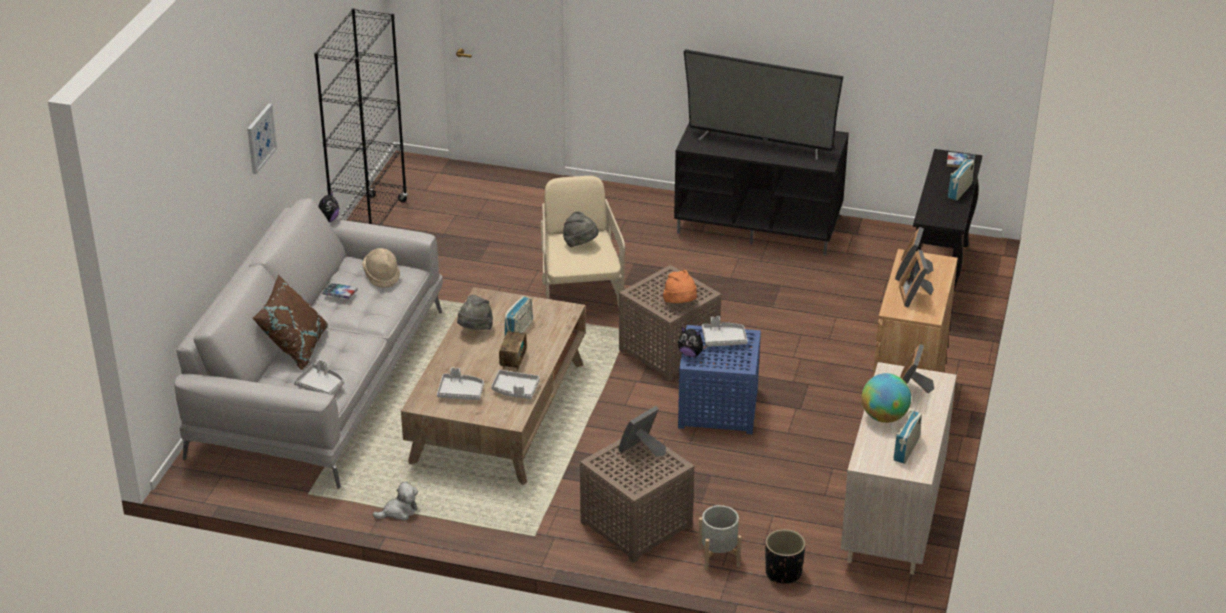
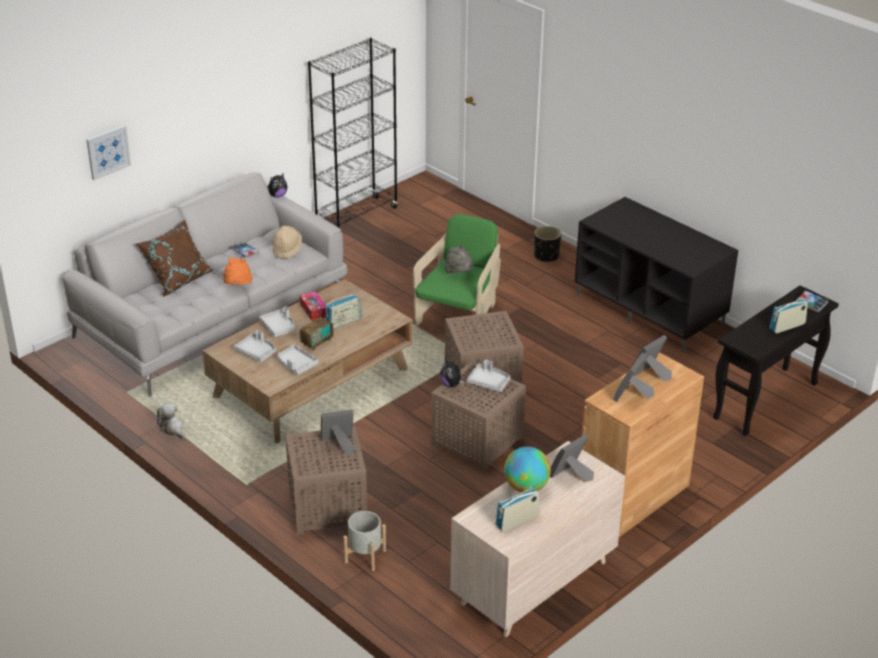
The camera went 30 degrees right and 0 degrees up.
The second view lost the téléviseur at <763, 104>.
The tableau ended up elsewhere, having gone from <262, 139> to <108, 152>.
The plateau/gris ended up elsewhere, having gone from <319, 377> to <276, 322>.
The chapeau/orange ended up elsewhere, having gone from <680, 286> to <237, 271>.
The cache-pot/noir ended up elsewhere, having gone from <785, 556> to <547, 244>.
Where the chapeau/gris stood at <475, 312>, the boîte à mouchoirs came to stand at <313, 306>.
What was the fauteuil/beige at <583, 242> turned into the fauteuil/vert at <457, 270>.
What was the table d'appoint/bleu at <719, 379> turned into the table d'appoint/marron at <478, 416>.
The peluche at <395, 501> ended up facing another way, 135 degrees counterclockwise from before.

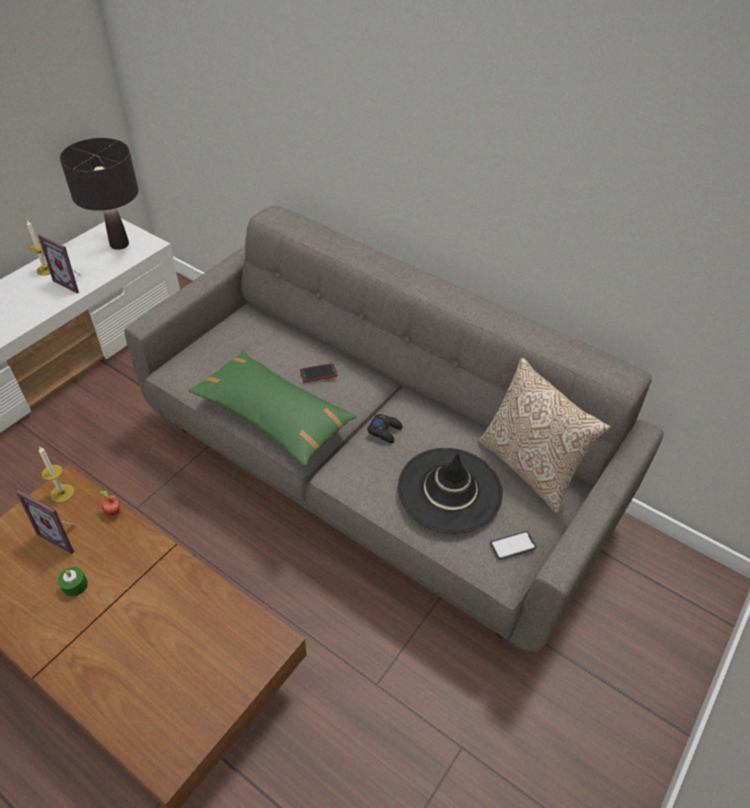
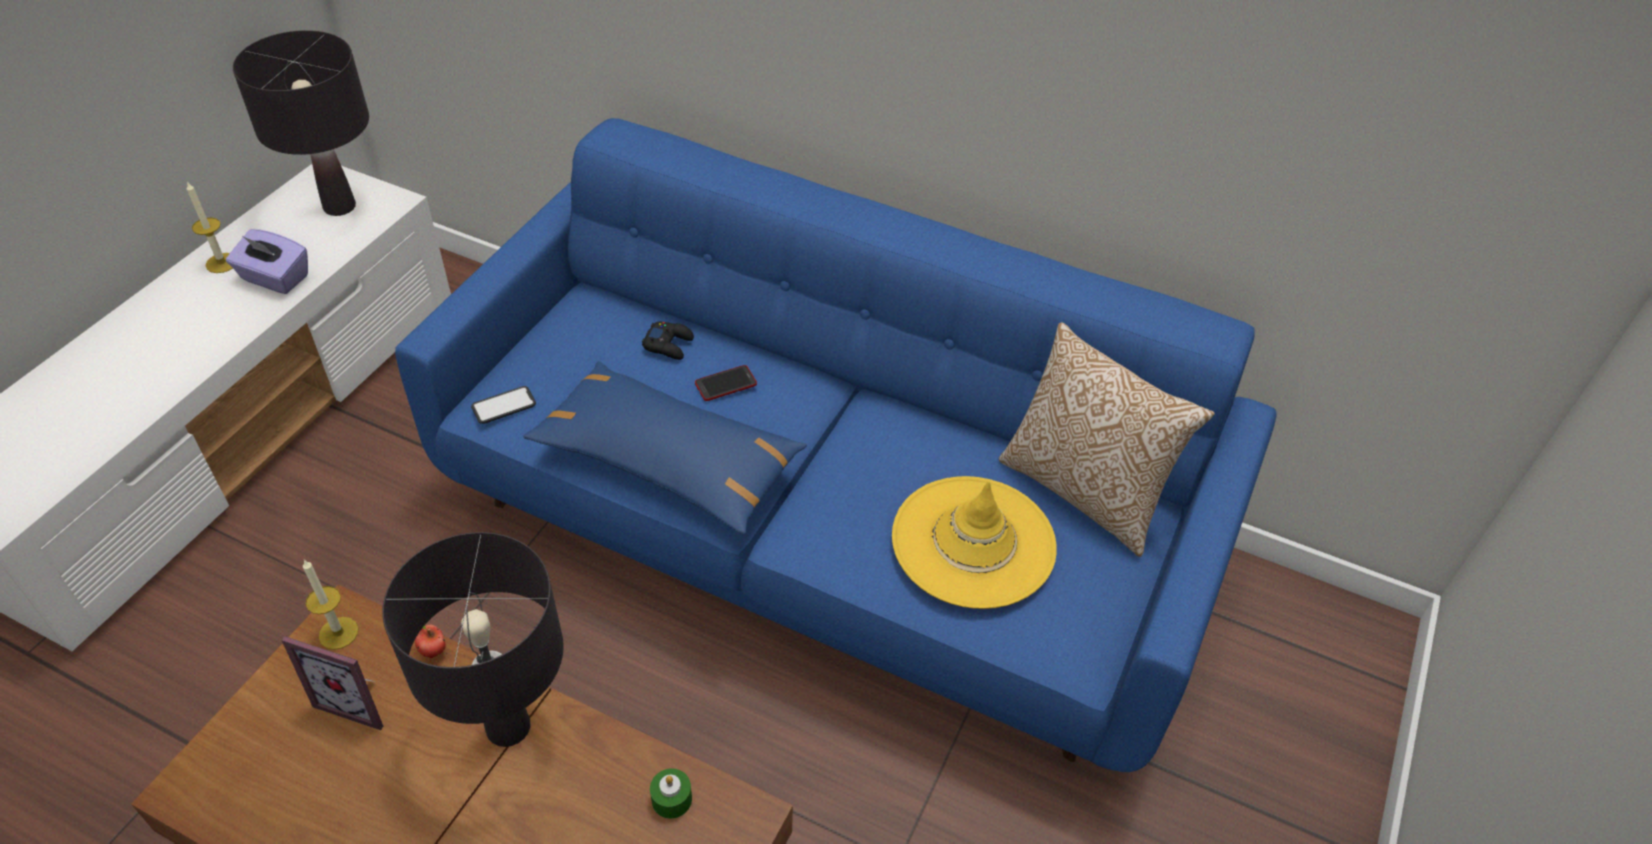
The camera went 10 degrees left and 0 degrees up.
The second view gained the lampe de table/noir at <473, 639>.
The bougie/vert ended up elsewhere, having gone from <73, 582> to <671, 793>.
The manette/noir ended up elsewhere, having gone from <385, 428> to <668, 341>.
The téléphone ended up elsewhere, having gone from <513, 545> to <503, 405>.
Where the cadre photo stood at <60, 264>, the boîte à mouchoirs/violet came to stand at <267, 261>.
What was the canapé/gris at <393, 428> turned into the canapé/bleu at <835, 445>.
What was the coussin/vert at <272, 408> turned into the coussin/bleu at <665, 448>.
What was the chapeau/noir at <450, 491> turned into the chapeau/jaune at <974, 542>.

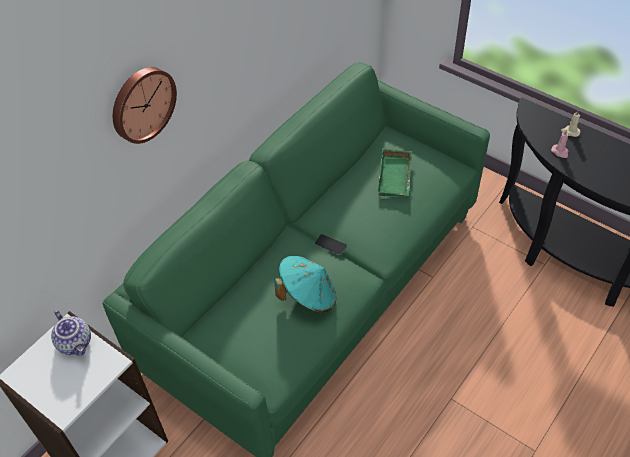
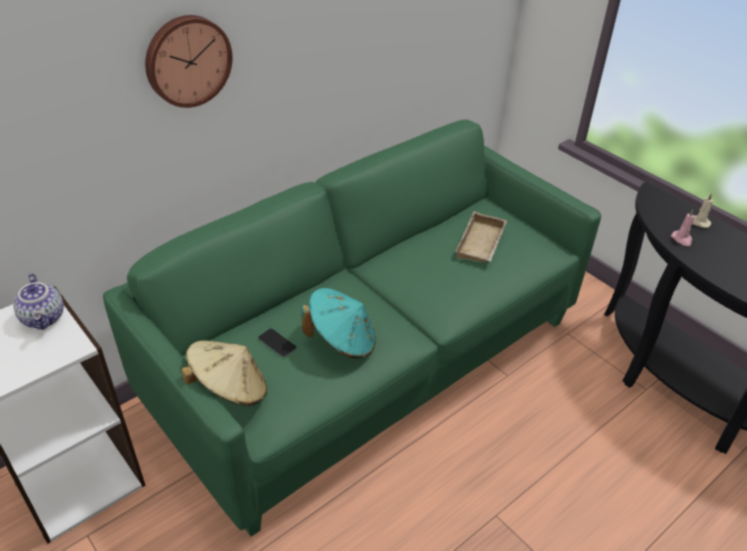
The camera went 10 degrees right and 10 degrees down.
The second view gained the chapeau/beige at <224, 373>.
The téléphone ended up elsewhere, having gone from <331, 244> to <277, 342>.
What was the plateau/vert at <394, 172> turned into the plateau/beige at <481, 237>.

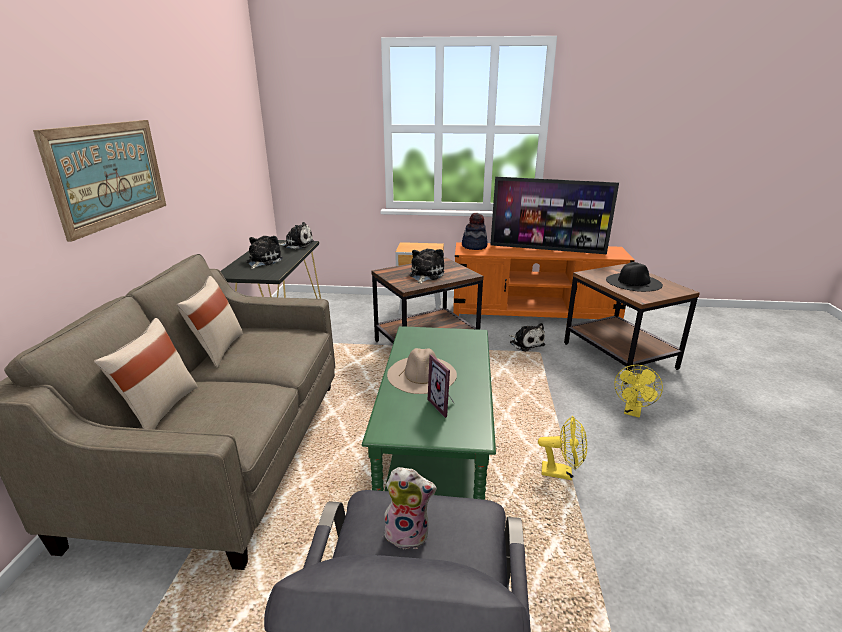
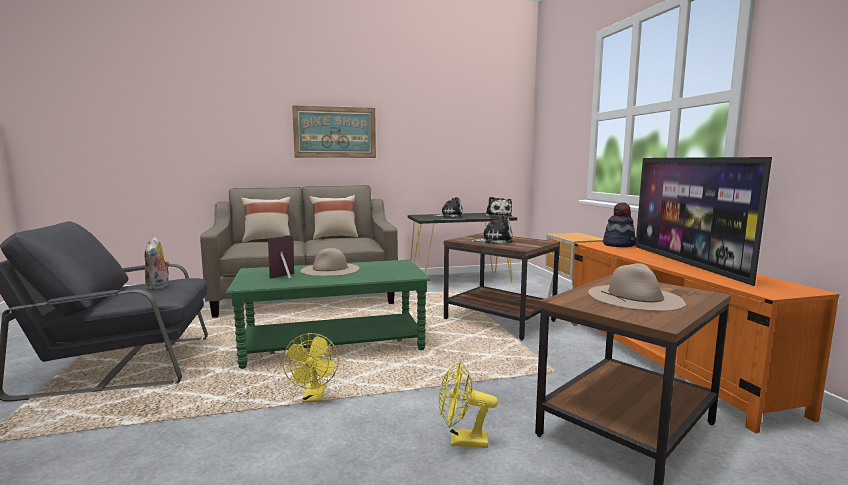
The camera went 70 degrees right and 15 degrees down.
The second view lost the peluche at <527, 337>.
What was the chapeau/noir at <634, 277> turned into the chapeau/beige at <637, 287>.

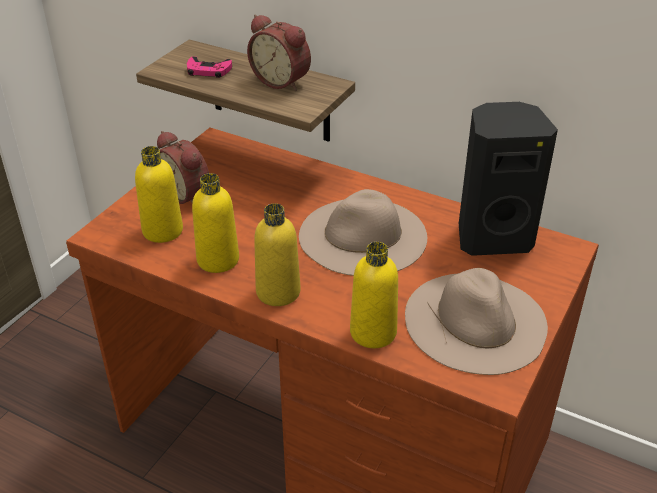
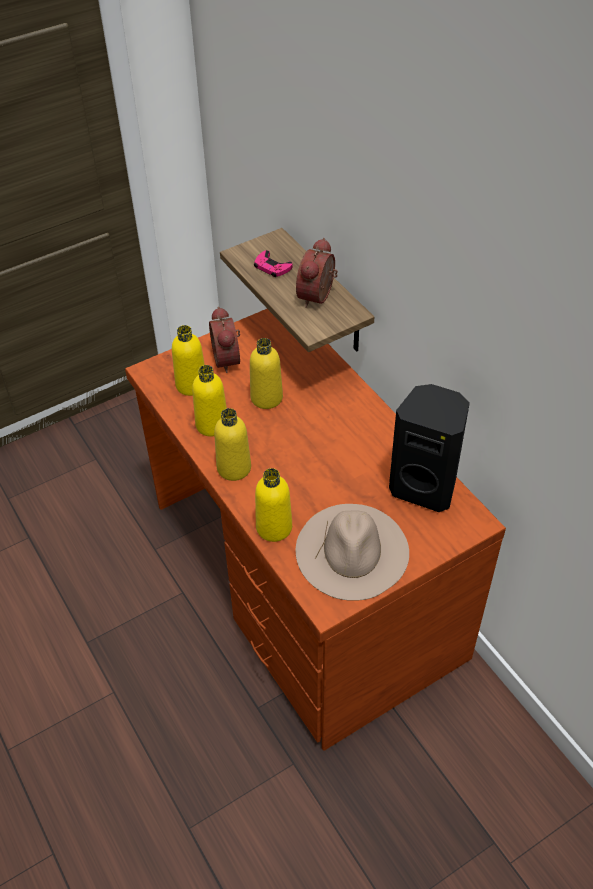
The camera went 30 degrees right and 10 degrees up.
The second view lost the chapeau/beige at <363, 232>.
The second view gained the bouteille/jaune at <266, 373>.
The réveil at <279, 53> ended up facing another way, 45 degrees clockwise from before.

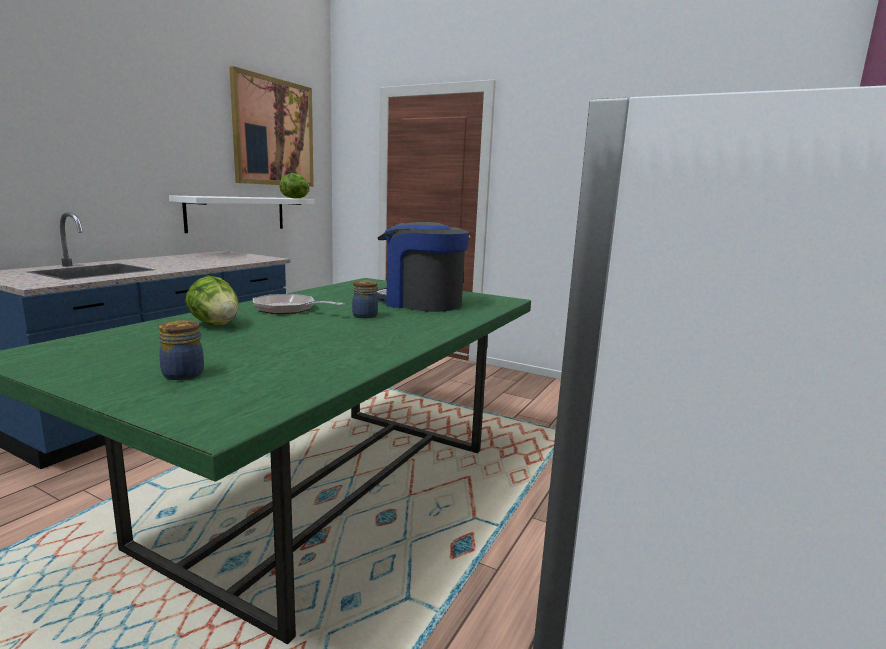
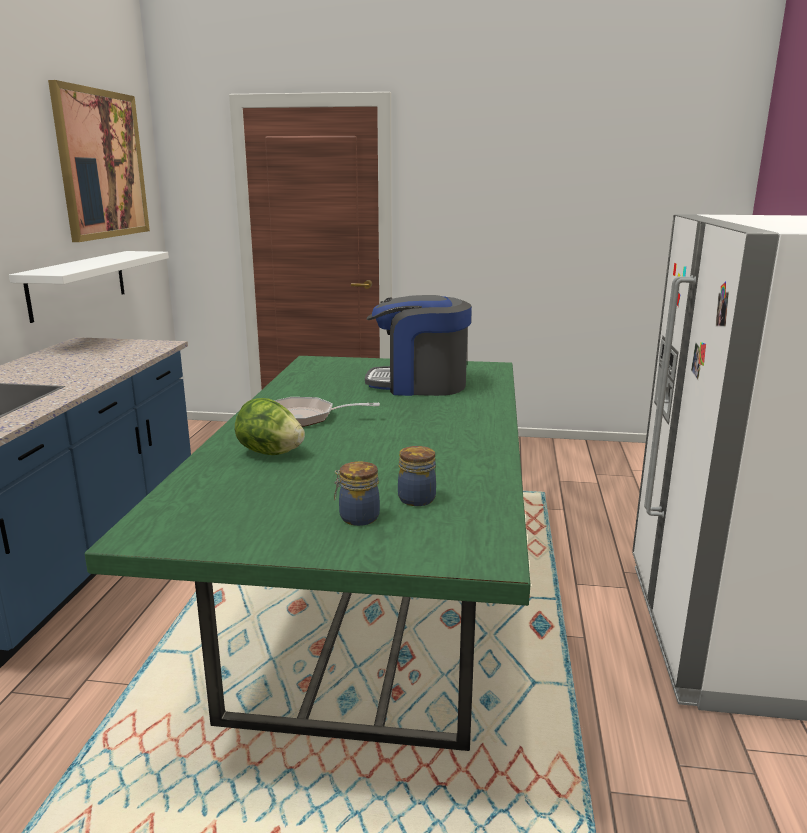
The camera went 20 degrees left and 5 degrees up.
The second view lost the laitue at <294, 185>.
The bocal ended up elsewhere, having gone from <365, 299> to <417, 476>.

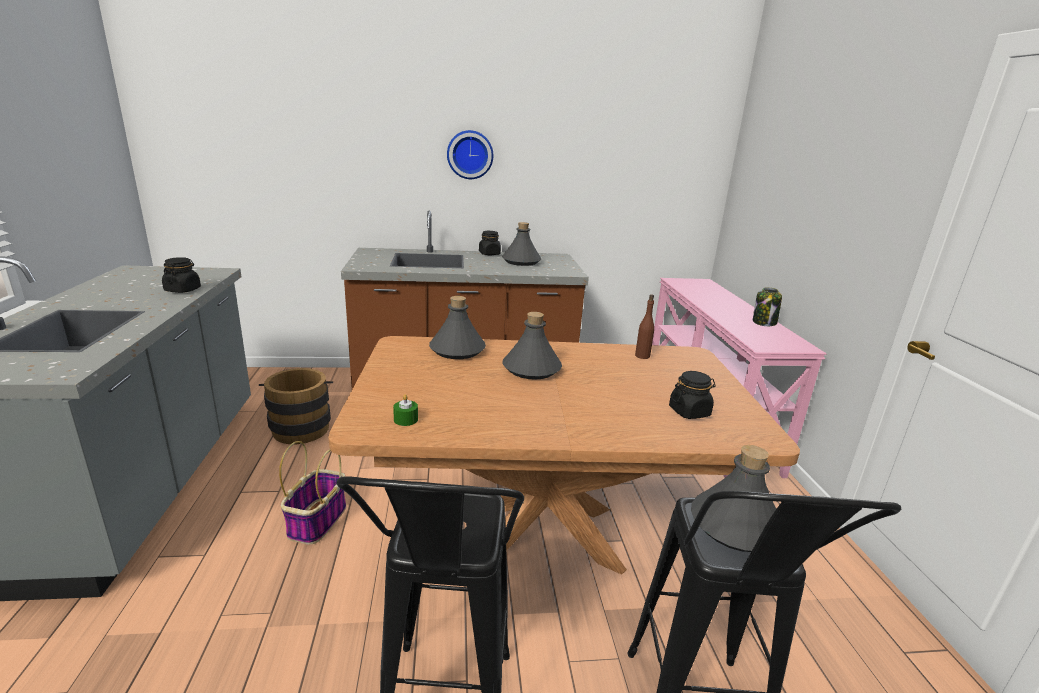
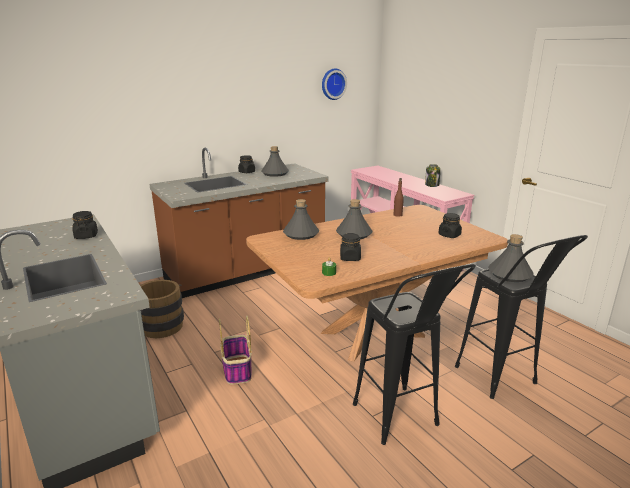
The camera went 25 degrees left and 0 degrees up.
The second view gained the bocal/noir at <350, 247>.
The horloge murale ended up elsewhere, having gone from <470, 154> to <334, 84>.

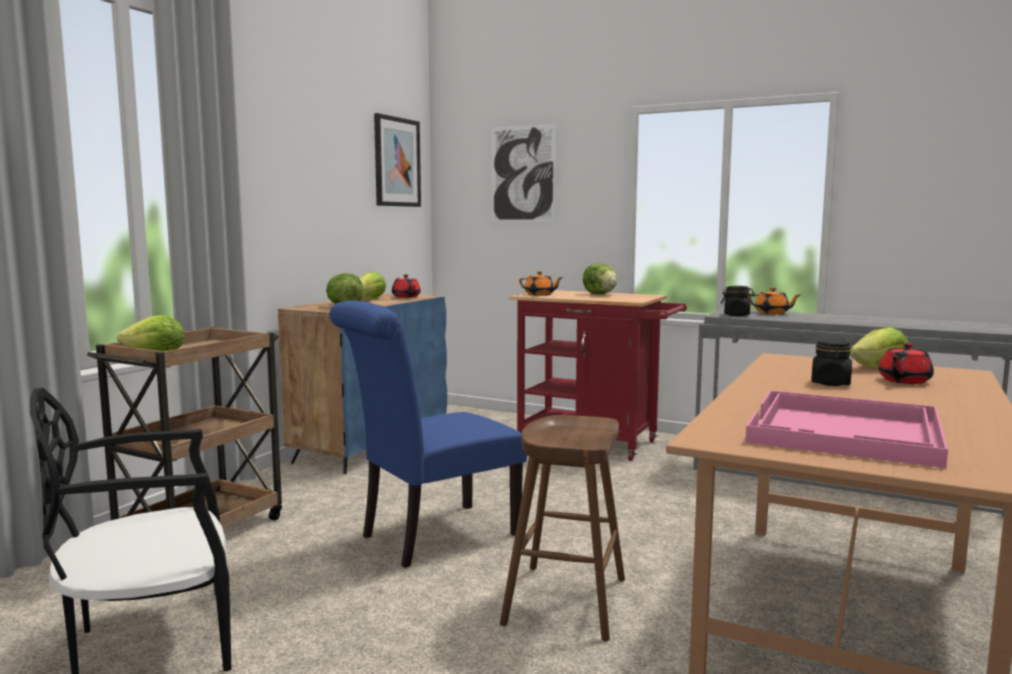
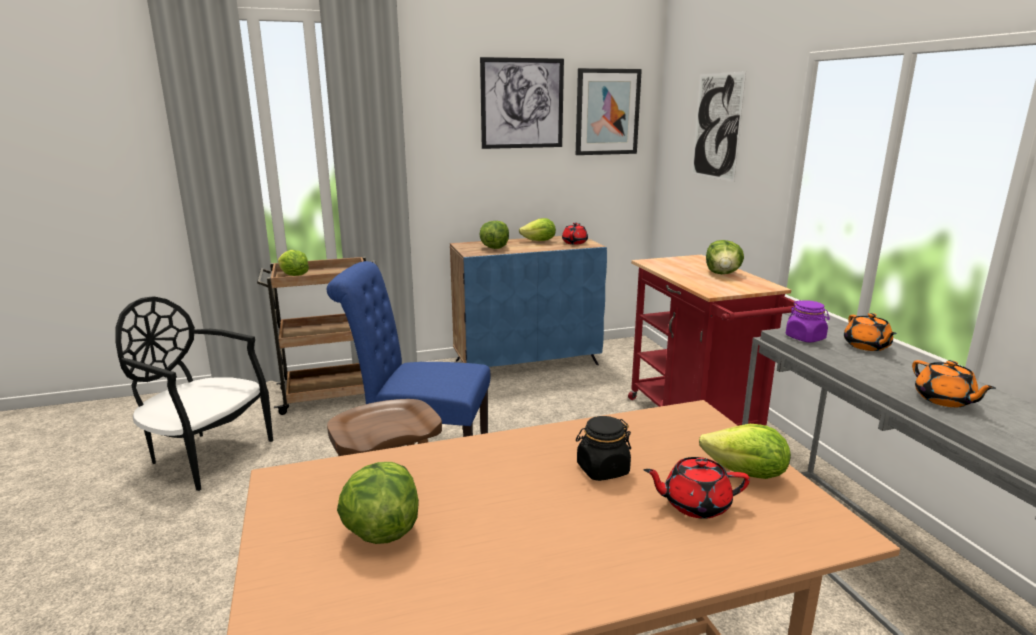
The camera went 45 degrees right and 10 degrees up.
The second view gained the tableau at <522, 103>.
The théière/orange ended up elsewhere, having gone from <541, 283> to <954, 383>.
Where the plateau/rose stood at <846, 429>, the laitue came to stand at <378, 503>.
What was the bocal/noir at <738, 301> turned into the bocal/violet at <808, 321>.

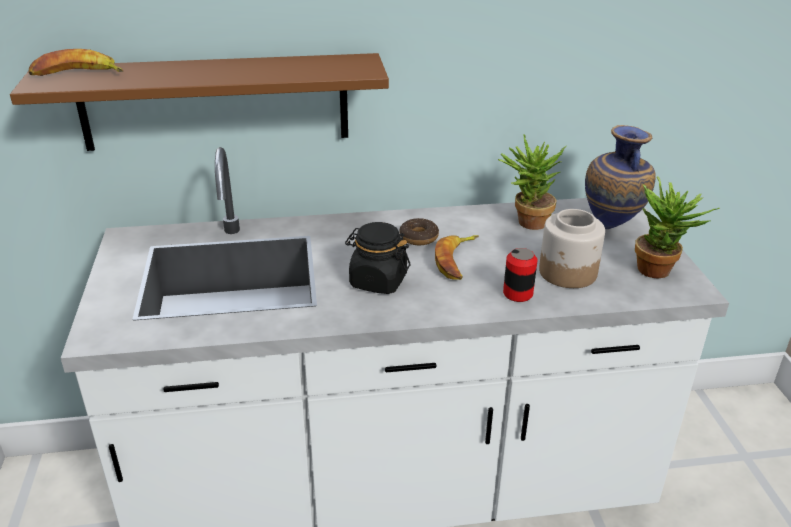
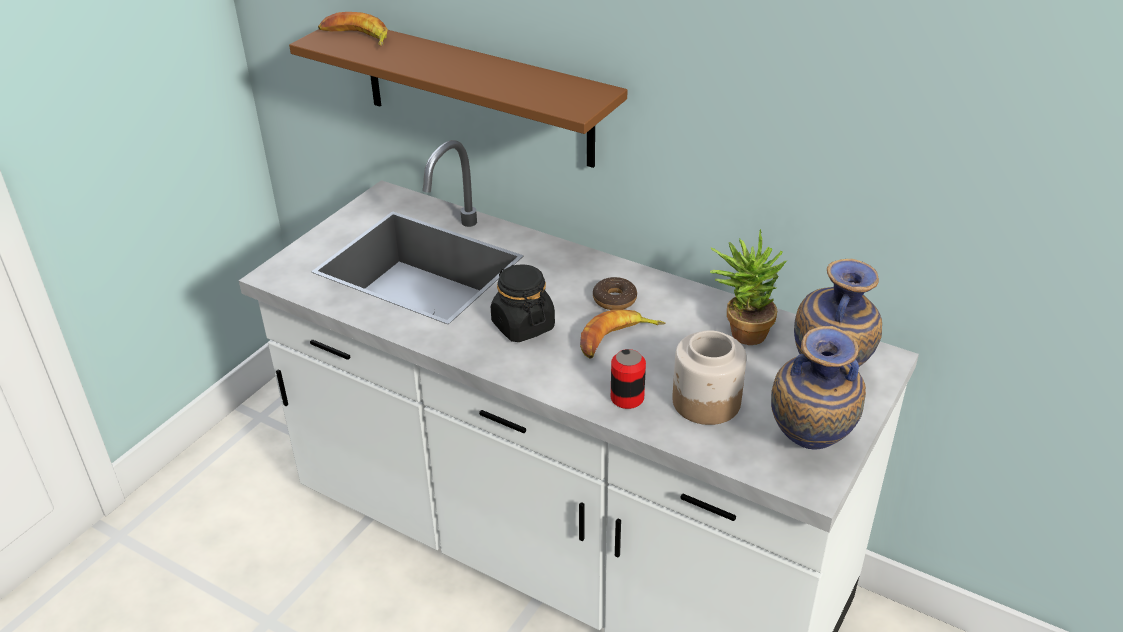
The camera went 40 degrees right and 5 degrees up.
Where the plante en pot stood at <677, 227>, the vase came to stand at <818, 388>.

